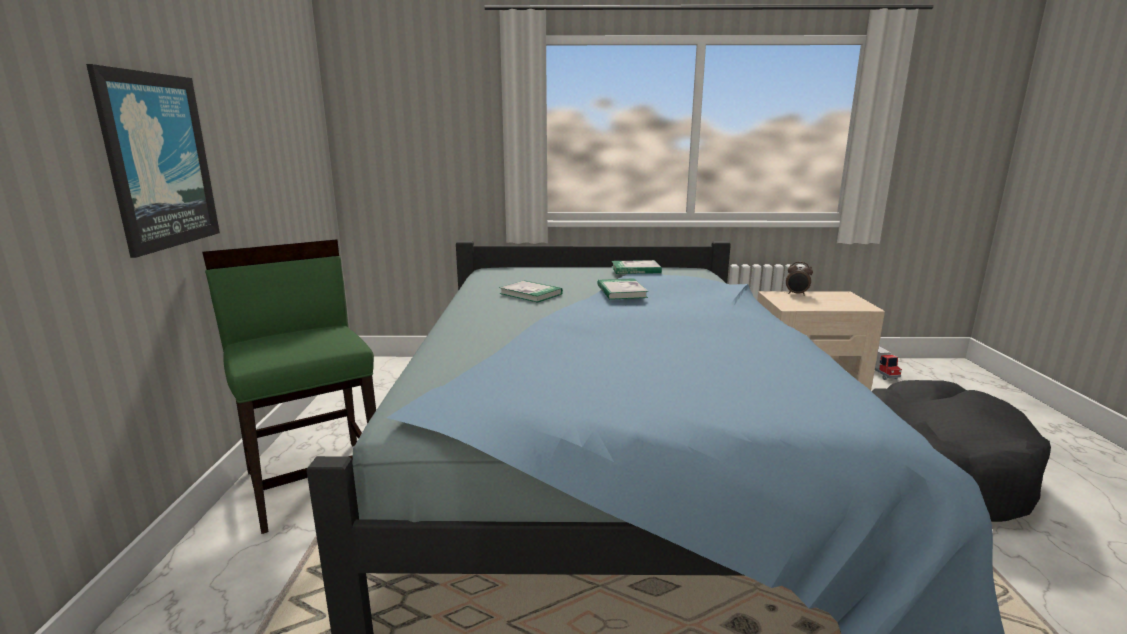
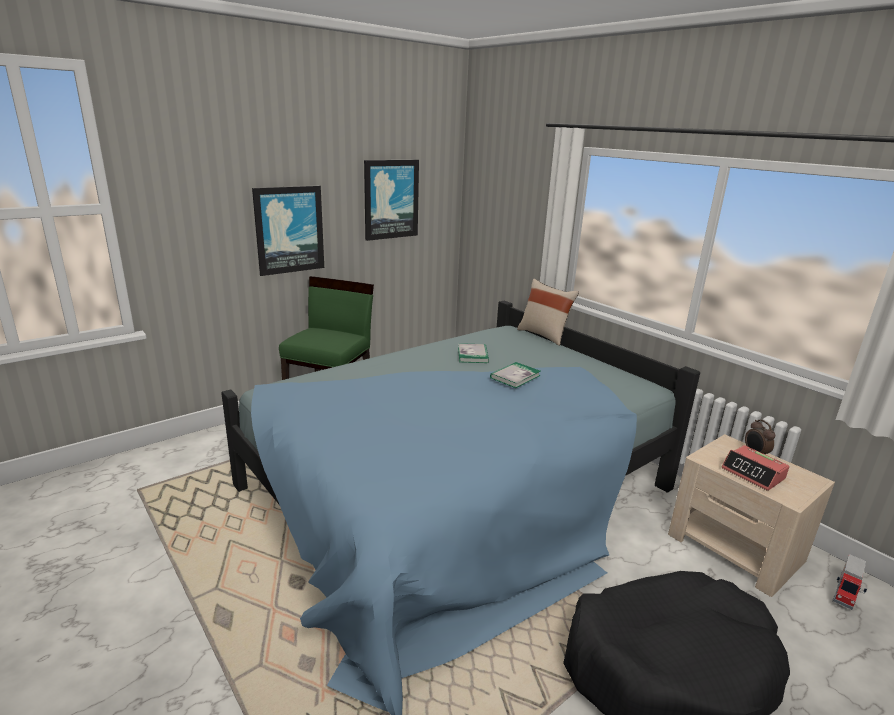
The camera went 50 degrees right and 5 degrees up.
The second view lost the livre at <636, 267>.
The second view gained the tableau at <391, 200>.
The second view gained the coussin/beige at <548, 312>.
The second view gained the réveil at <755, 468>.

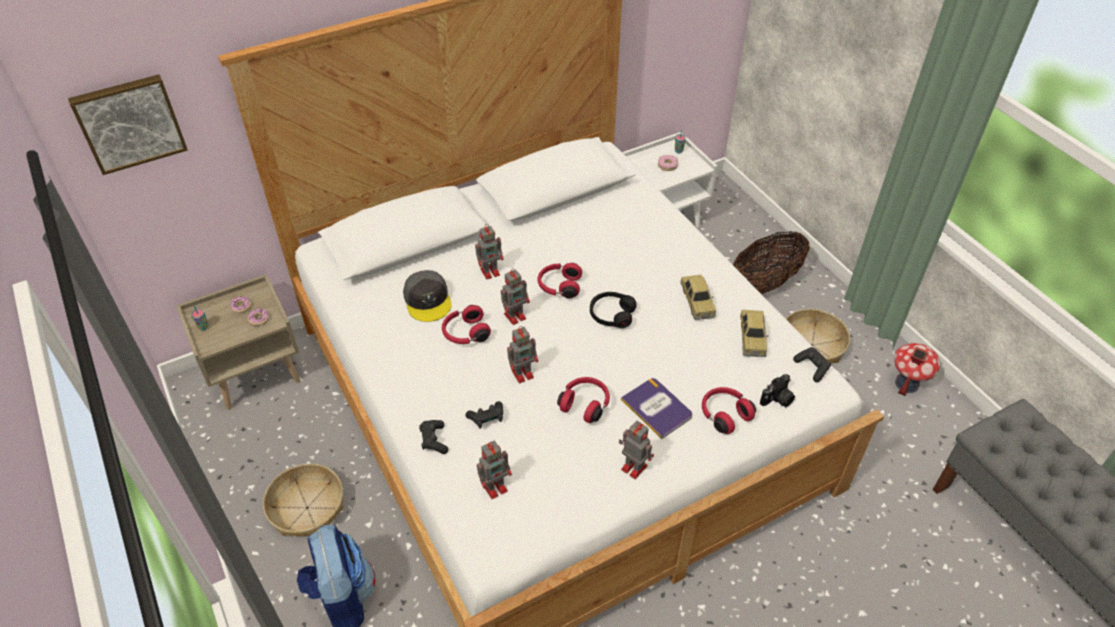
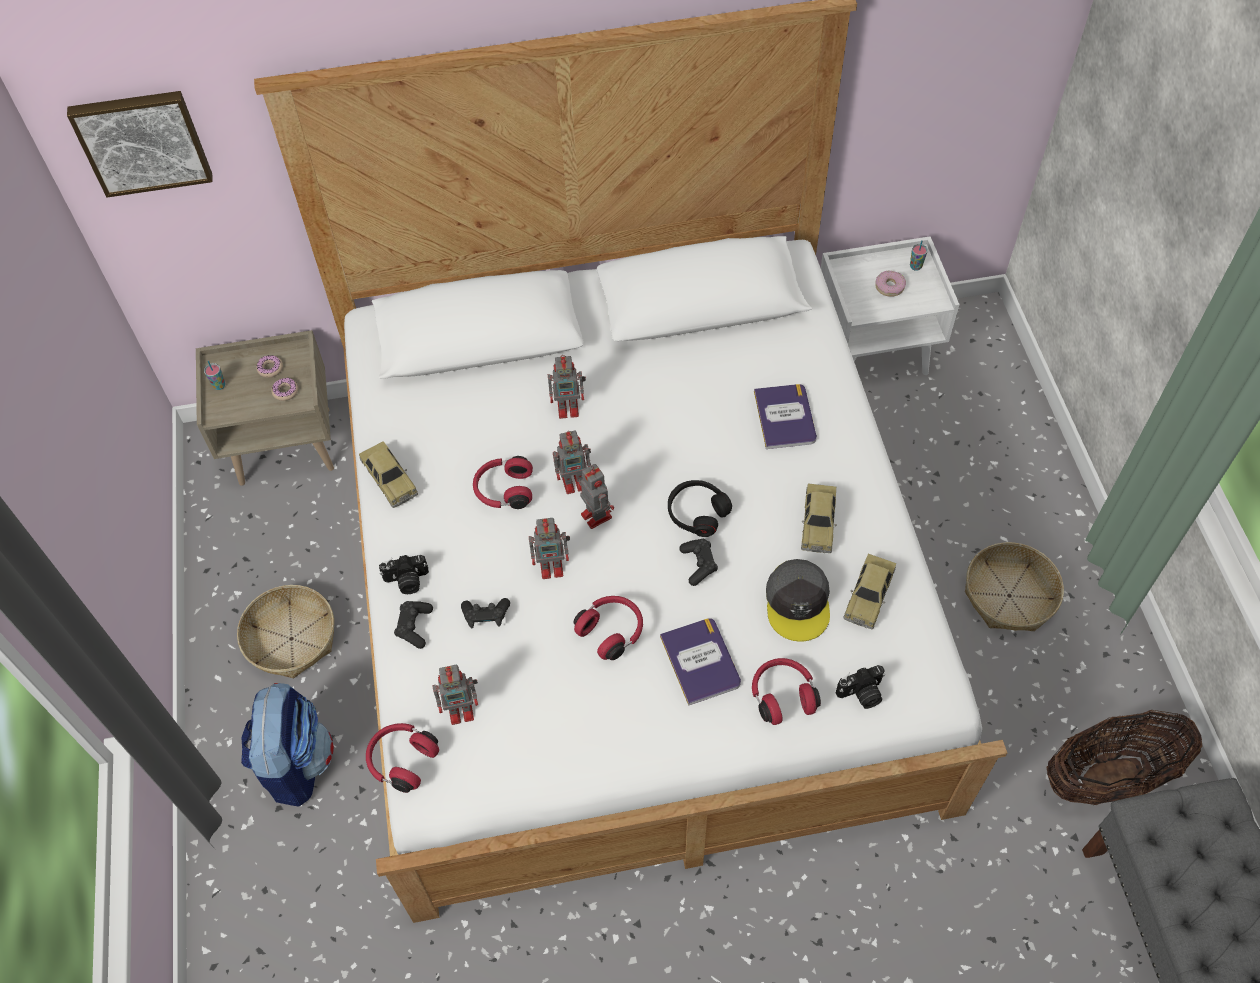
The camera went 20 degrees right and 10 degrees up.
The second view lost the maison miniature at <917, 369>.
The second view gained the petite voiture at <388, 474>.
The second view gained the appareil photo at <404, 574>.
The second view gained the livre at <785, 416>.
The casquette/gris ended up elsewhere, having gone from <427, 296> to <798, 600>.
The casque audio/rouge ended up elsewhere, having gone from <560, 280> to <402, 758>.
The robot jouet ended up elsewhere, having gone from <636, 450> to <596, 496>.
The panier ended up elsewhere, having gone from <771, 263> to <1124, 757>.
The manette/noir ended up elsewhere, having gone from <812, 364> to <698, 562>.

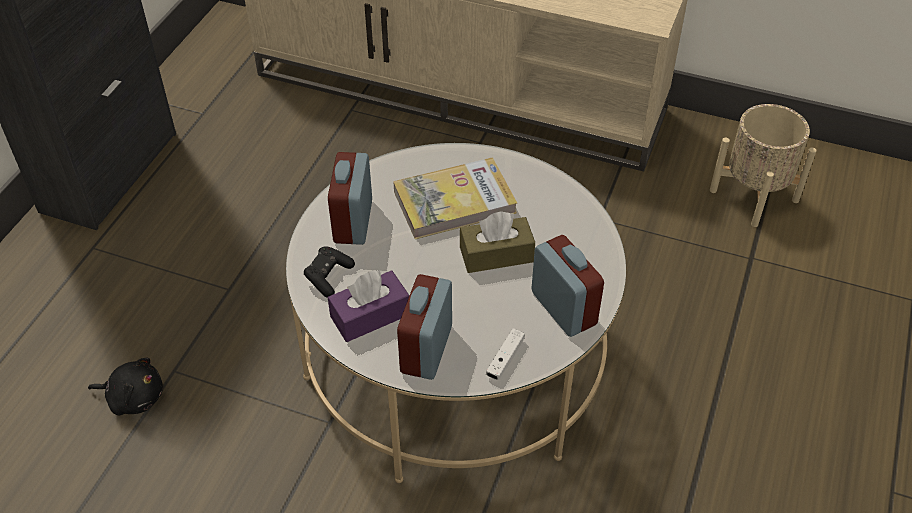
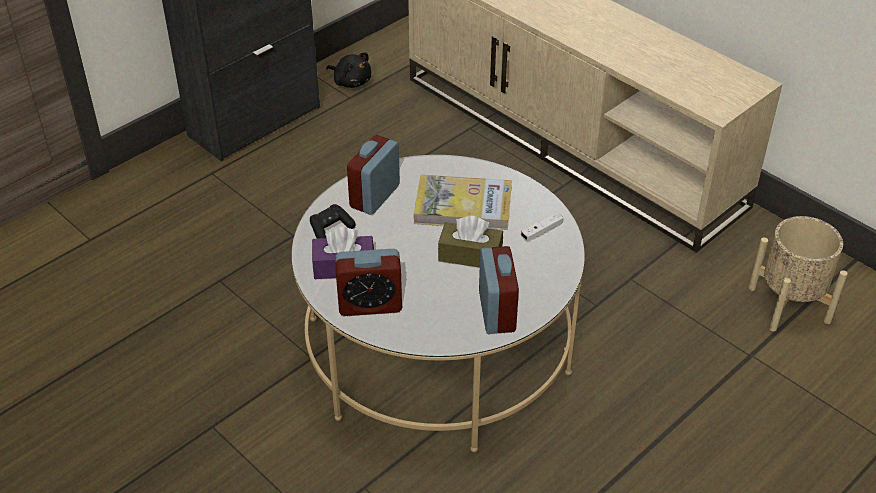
The camera went 25 degrees right and 5 degrees down.
The peluche/noir ended up elsewhere, having gone from <125, 386> to <348, 70>.
The manette/blanc ended up elsewhere, having gone from <505, 354> to <542, 226>.
The réveil at <424, 327> ended up facing another way, 135 degrees counterclockwise from before.

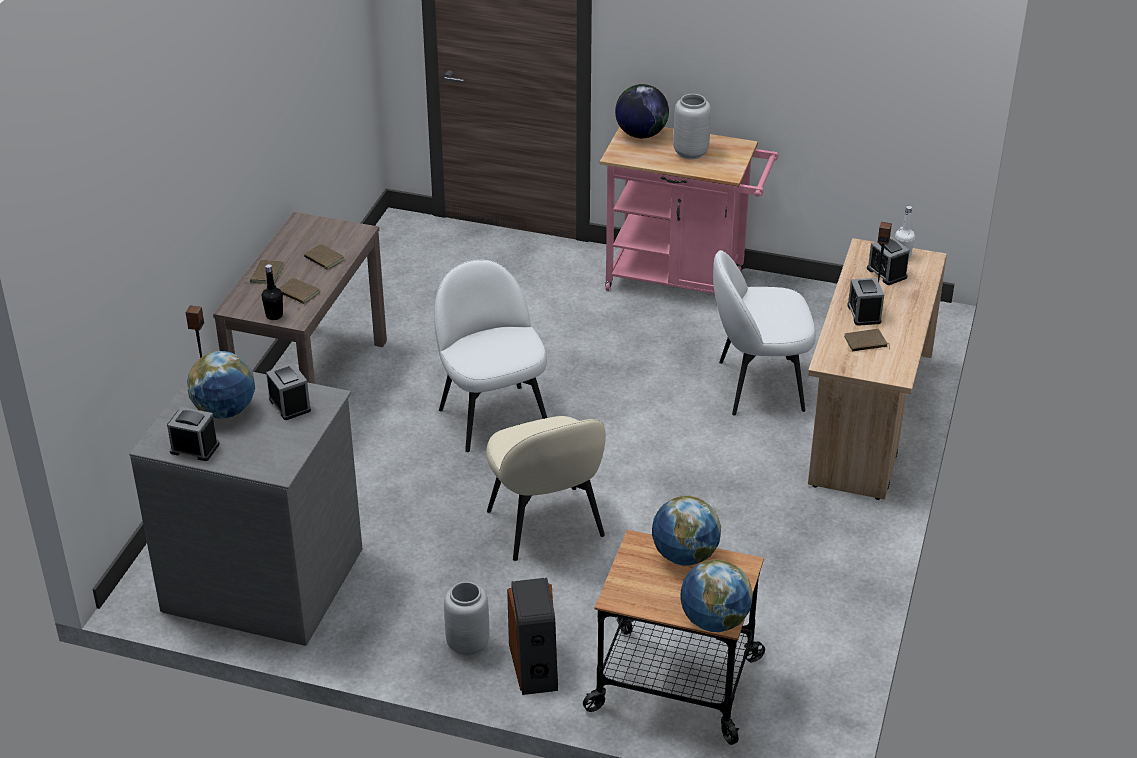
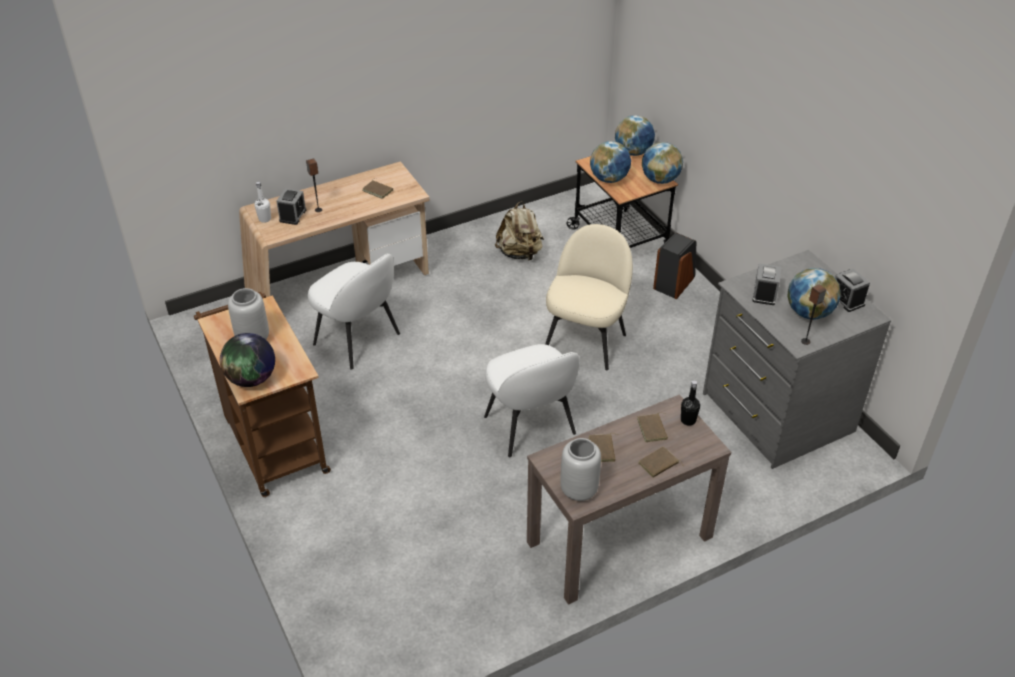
The camera went 135 degrees left and 5 degrees up.
The second view lost the réveil at <865, 302>.
The second view gained the sac à dos/beige at <519, 230>.
The second view gained the globe at <662, 163>.
The vase/gris ended up elsewhere, having gone from <466, 619> to <580, 469>.
What was the chariot/rose at <689, 210> turned into the chariot/marron at <262, 394>.
The chaise/blanc at <490, 356> ended up facing another way, 45 degrees counterclockwise from before.

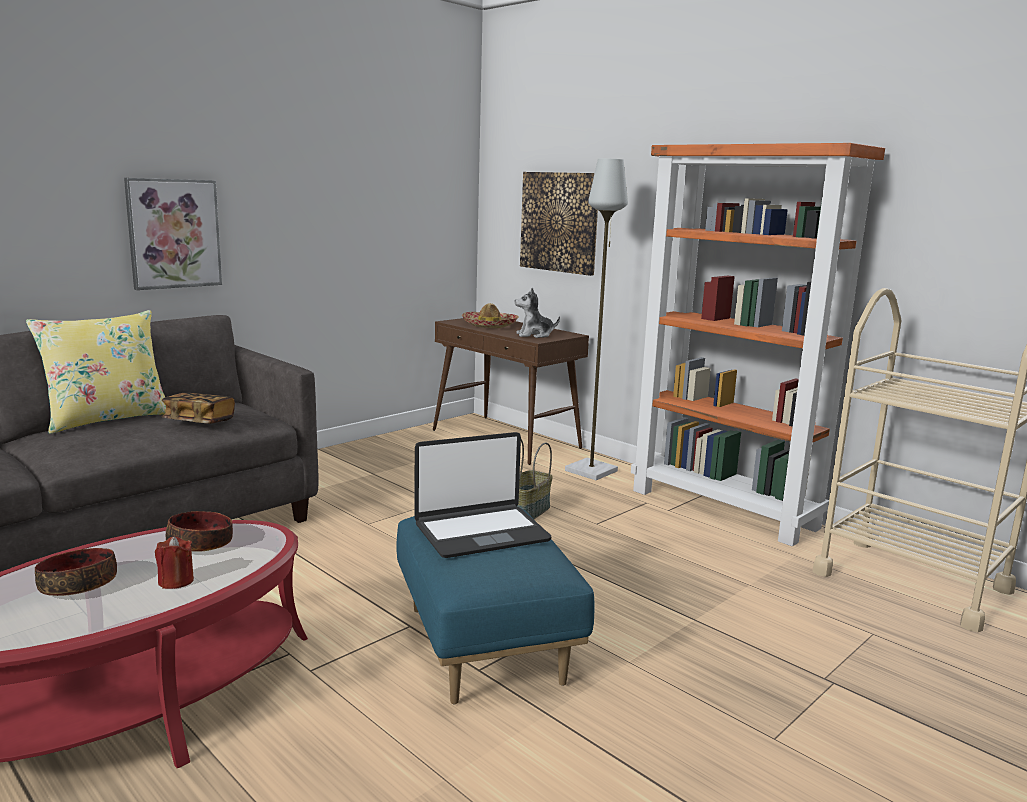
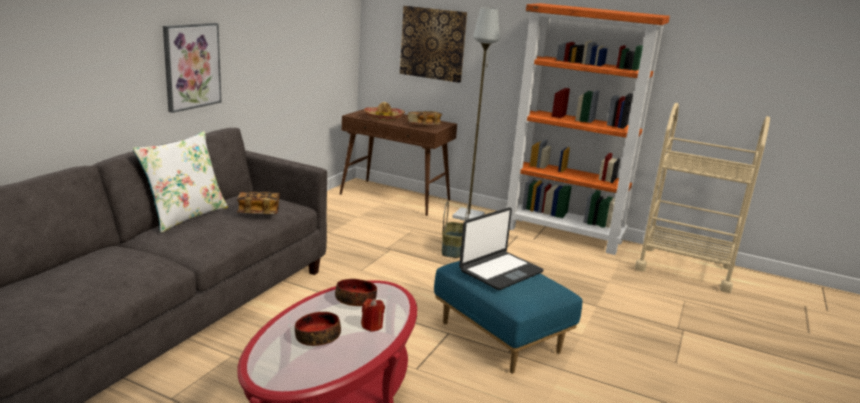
The camera went 20 degrees left and 5 degrees up.
Where the peluche stood at <537, 313>, the livre came to stand at <425, 118>.
What was the coussin/jaune at <96, 372> turned into the coussin/blanc at <180, 182>.

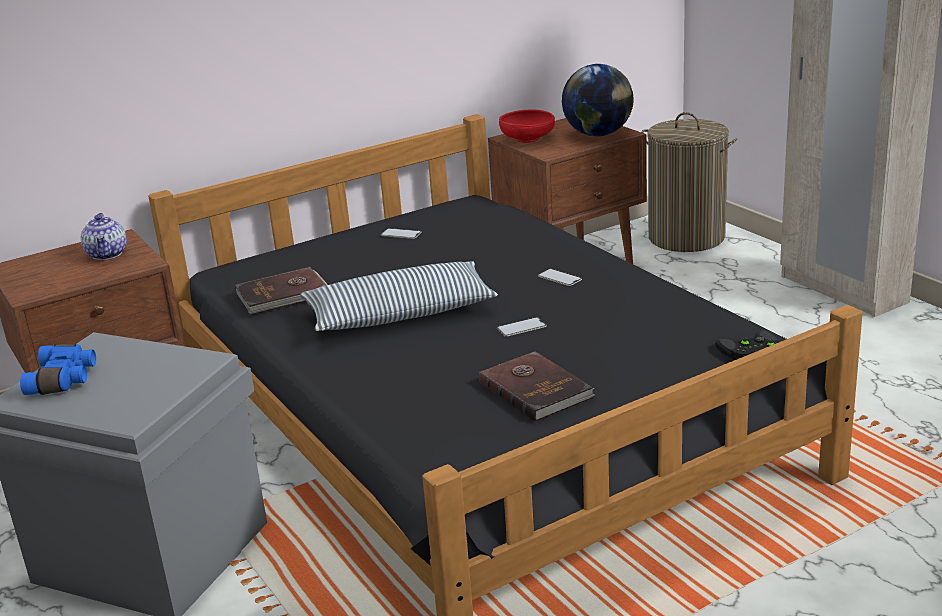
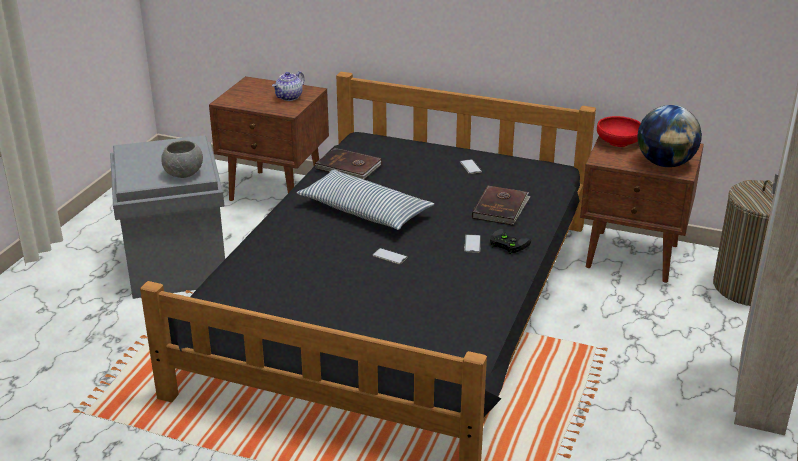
The camera went 50 degrees right and 5 degrees up.
The second view lost the jumelles/bleu at <58, 369>.
The second view gained the bol/gris at <182, 159>.
The livre/marron ended up elsewhere, having gone from <537, 386> to <501, 205>.
The manette/noir ended up elsewhere, having gone from <747, 345> to <510, 241>.

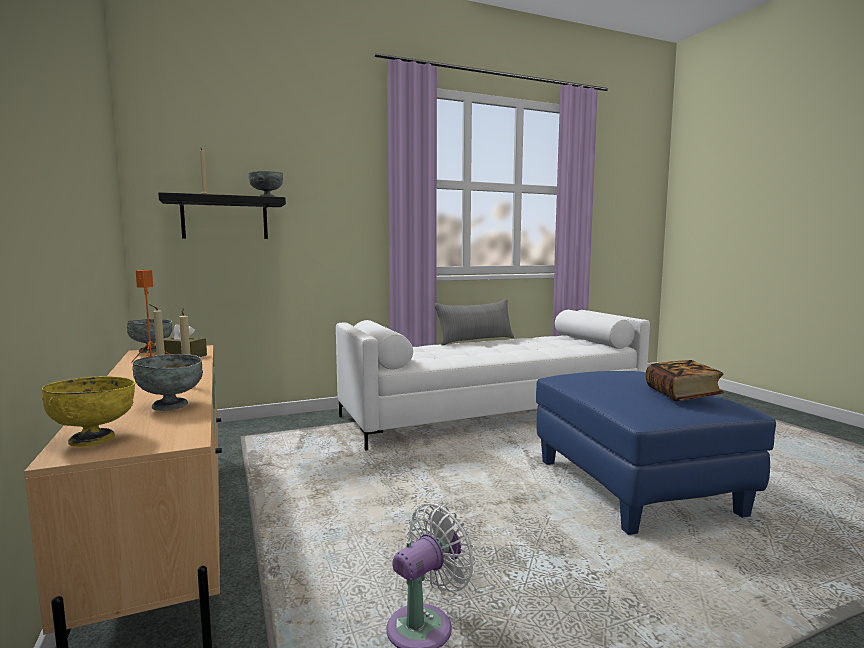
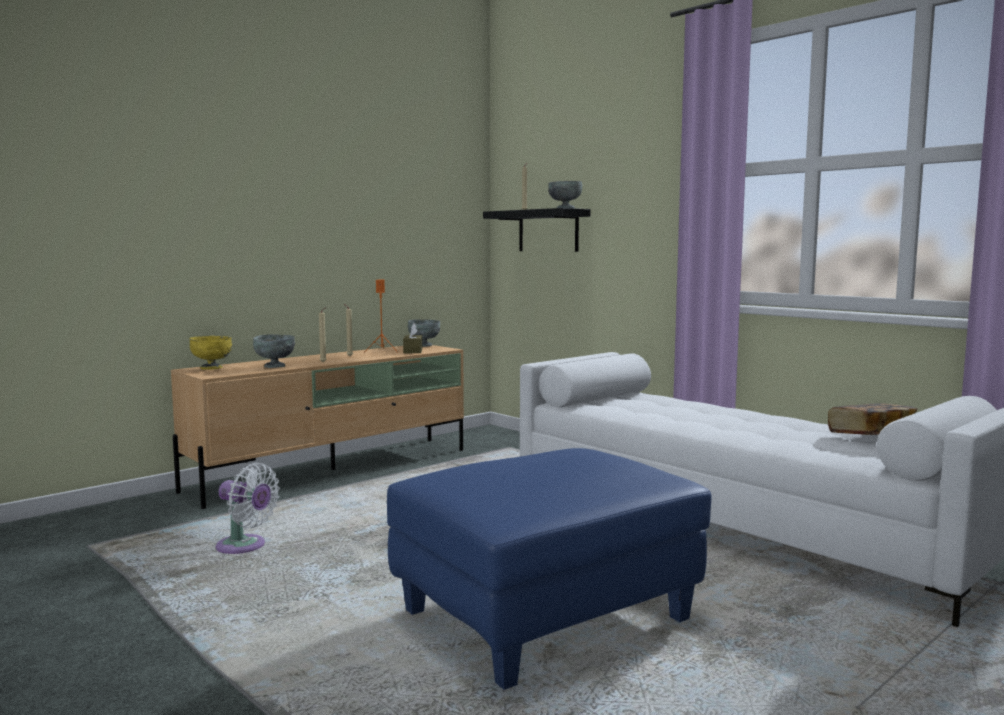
The camera went 70 degrees right and 0 degrees up.
The second view lost the coussin/gris at <474, 322>.
The livre ended up elsewhere, having gone from <685, 380> to <873, 419>.

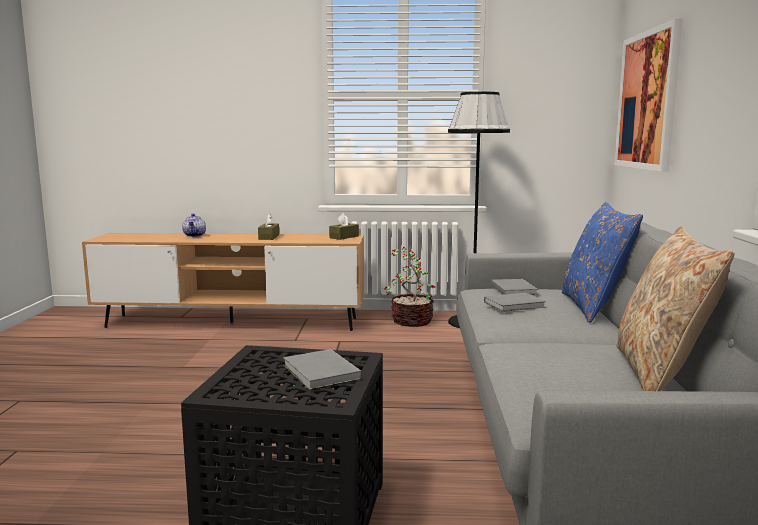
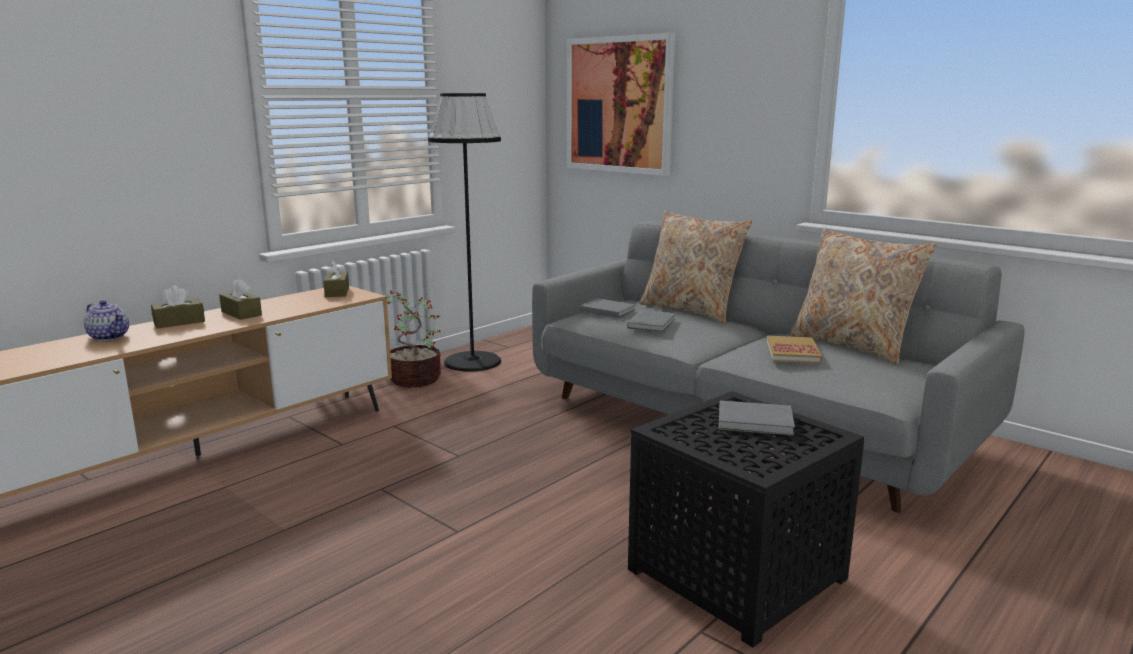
The camera went 50 degrees left and 5 degrees up.
The second view gained the boîte à mouchoirs/marron at <178, 307>.
The second view gained the livre at <795, 350>.
What was the coussin/bleu at <602, 262> turned into the coussin/beige at <695, 266>.

